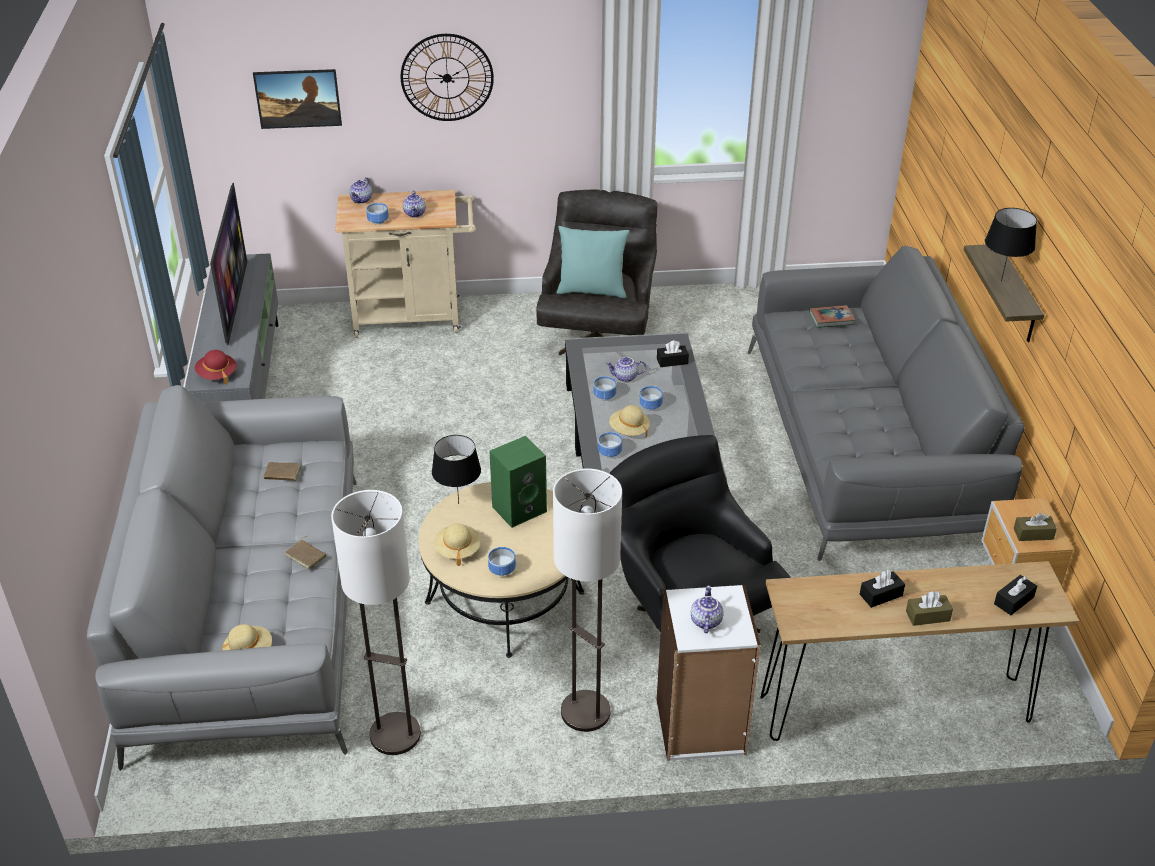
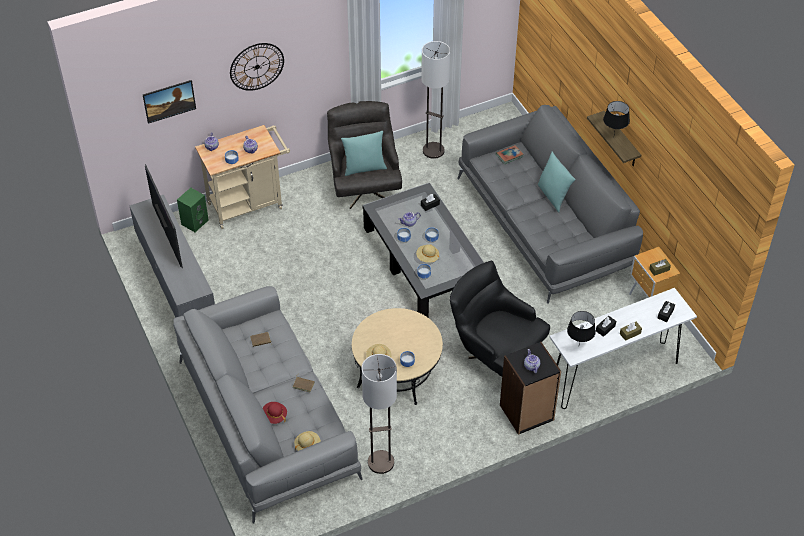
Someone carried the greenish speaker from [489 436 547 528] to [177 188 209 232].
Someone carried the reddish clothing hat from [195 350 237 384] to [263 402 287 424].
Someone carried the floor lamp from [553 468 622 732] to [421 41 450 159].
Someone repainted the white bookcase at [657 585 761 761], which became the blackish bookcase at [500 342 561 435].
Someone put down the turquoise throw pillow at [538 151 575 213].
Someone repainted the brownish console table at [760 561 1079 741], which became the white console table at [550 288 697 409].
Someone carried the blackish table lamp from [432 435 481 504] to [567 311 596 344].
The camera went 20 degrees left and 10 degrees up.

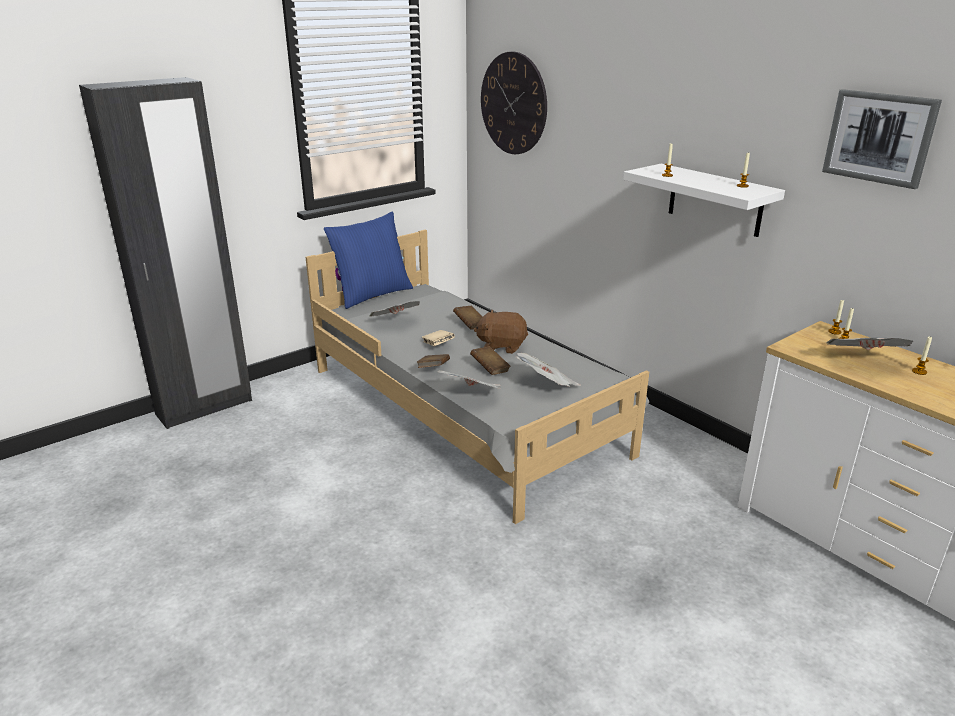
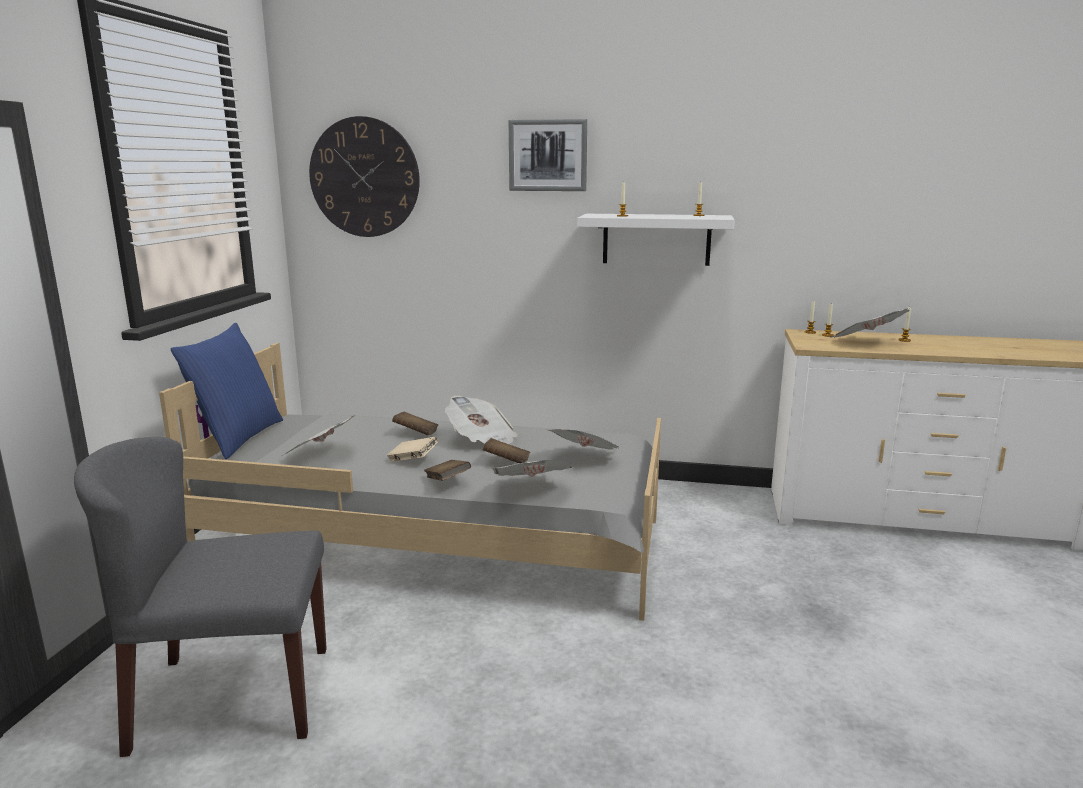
Someone put down the gray chair at [74 436 327 757].
Someone swapped the brownish soft toy at [474 310 528 354] for the printed paper at [445 395 518 444].
Someone carried the picture from [822 89 942 189] to [509 119 587 191].
The camera went 40 degrees left and 10 degrees down.

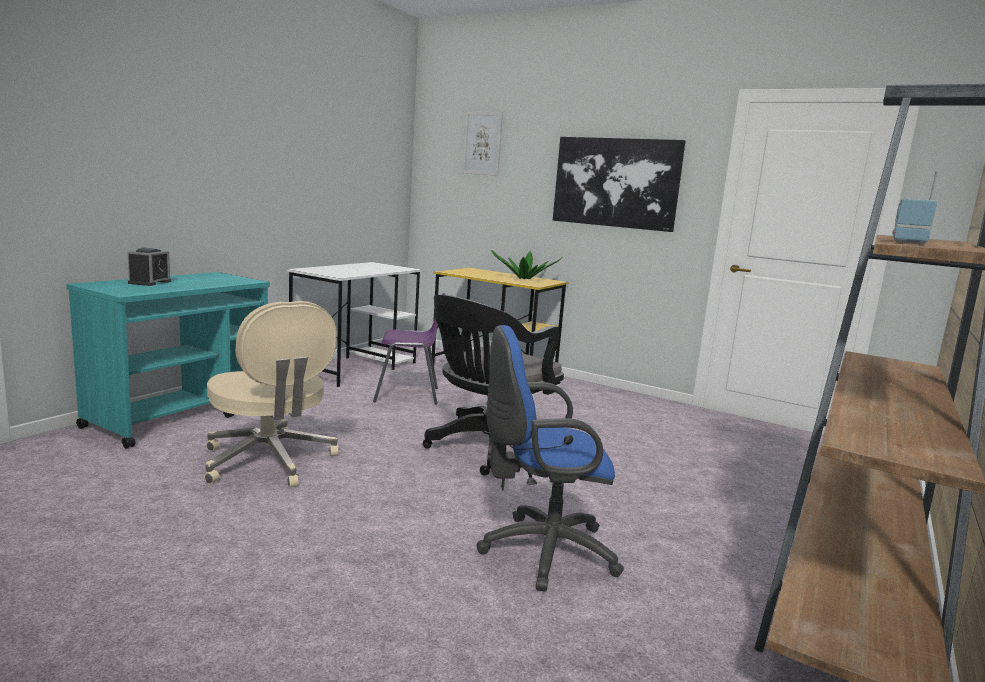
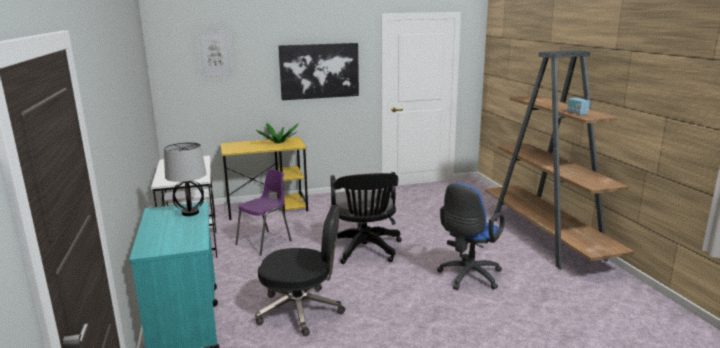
Someone put down the table lamp at [164 142 207 216].
Someone repainted the beige-coloured computer chair at [204 301 339 488], which became the blackish computer chair at [255 205 345 336].
Someone took away the table clock at [128 248 171 286].
The camera went 45 degrees left and 5 degrees up.

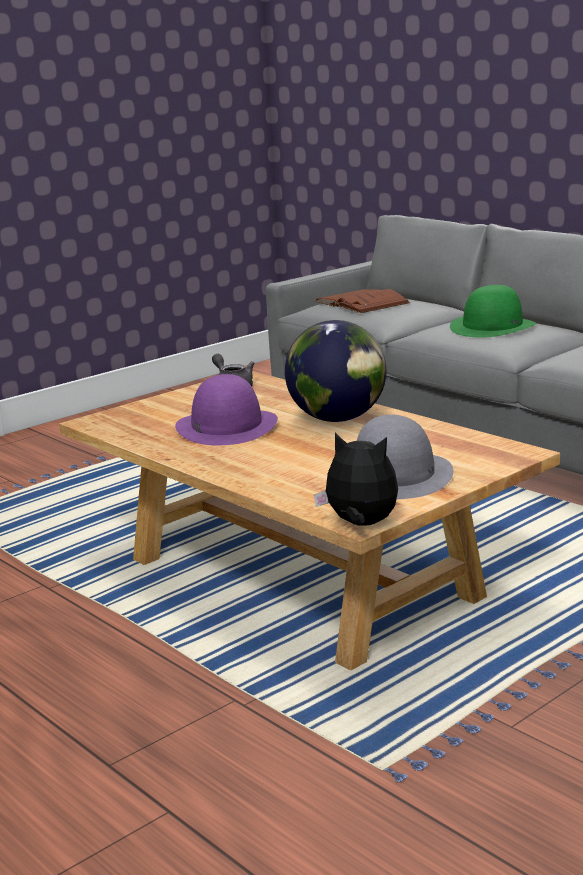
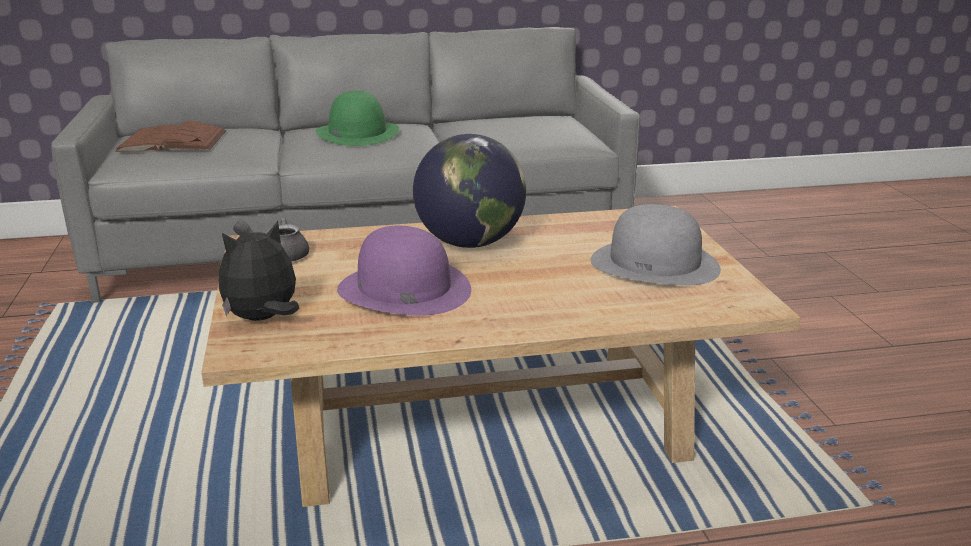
Someone carried the soft toy from [314 432 398 526] to [219 221 299 321].
The camera went 60 degrees left and 5 degrees up.

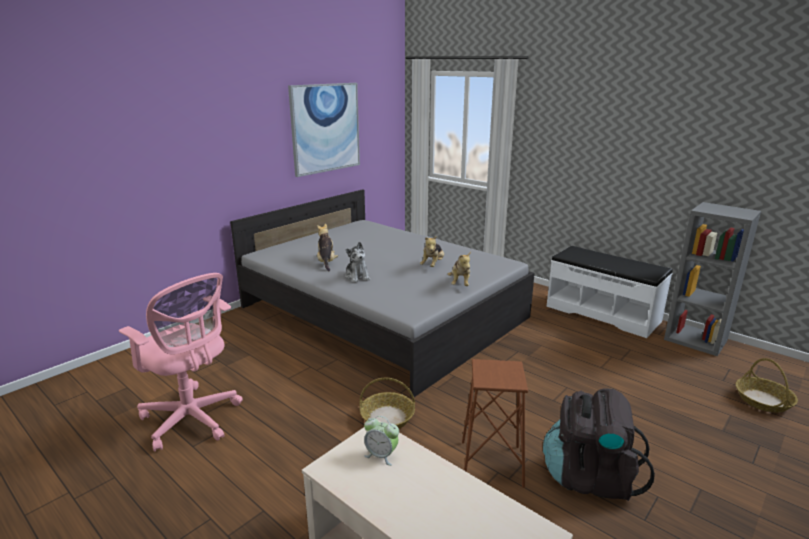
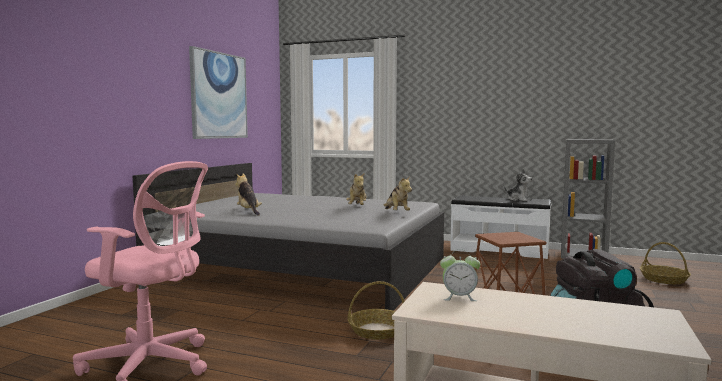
Someone carried the soft toy from [345 242 370 283] to [504 169 532 201].
The camera went 20 degrees left and 15 degrees down.

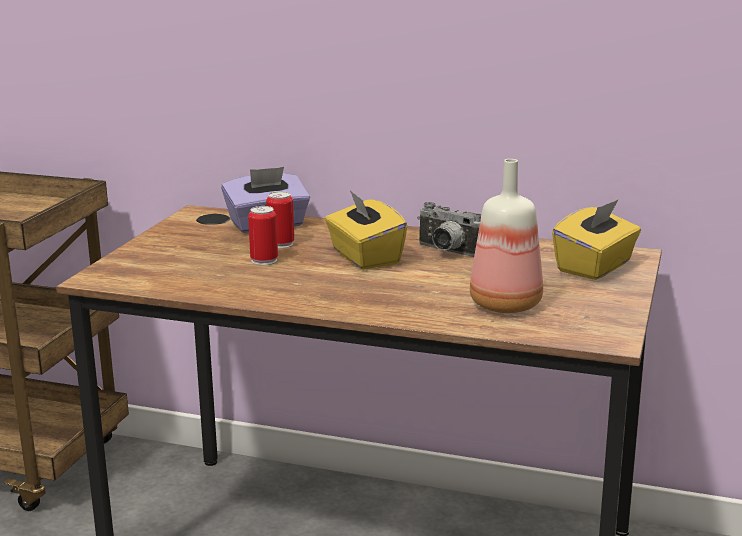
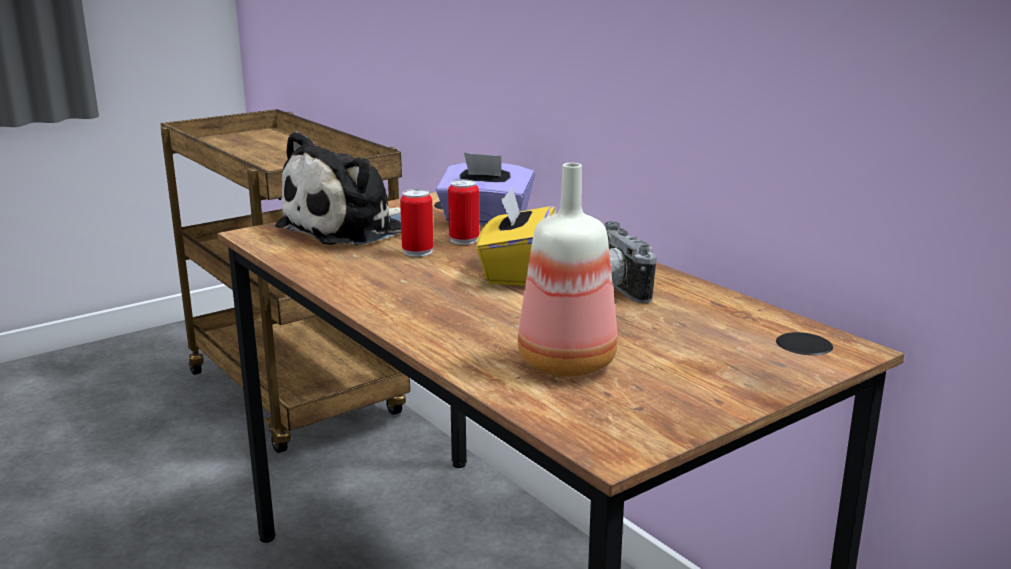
Someone put down the soft toy at [275 131 401 245].
Someone took away the yellow tissue box at [552 199 641 280].
The camera went 35 degrees right and 0 degrees up.

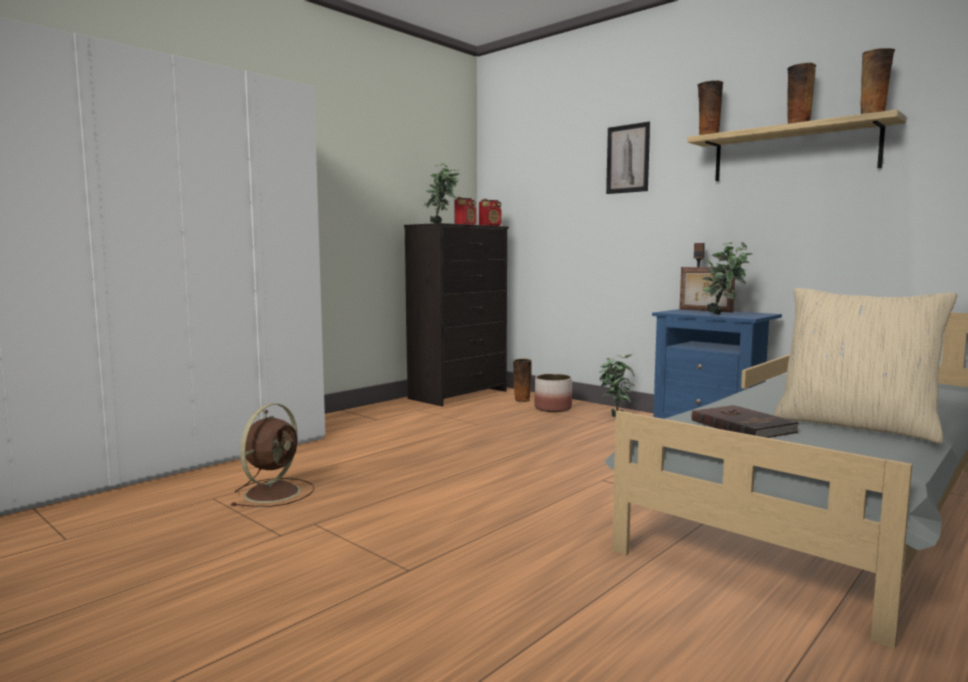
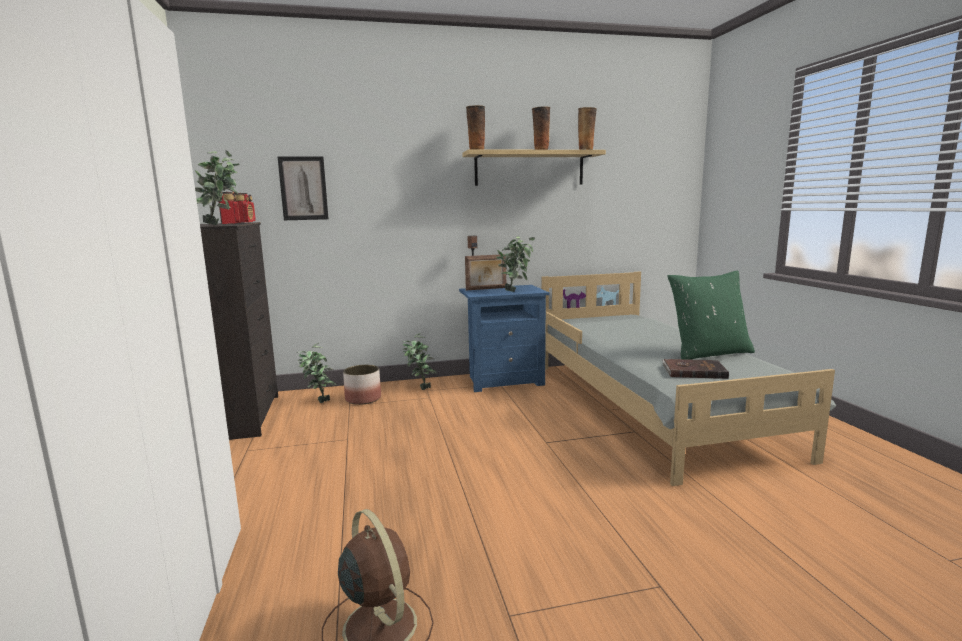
Someone carried the picture from [606 122 650 194] to [277 156 329 220].
Someone swapped the vase at [513 358 532 402] for the houseplant at [298 342 336 403].
Someone repainted the beige-coloured throw pillow at [773 288 957 444], which became the greenish throw pillow at [668 271 755 360].
The camera went 55 degrees left and 5 degrees up.

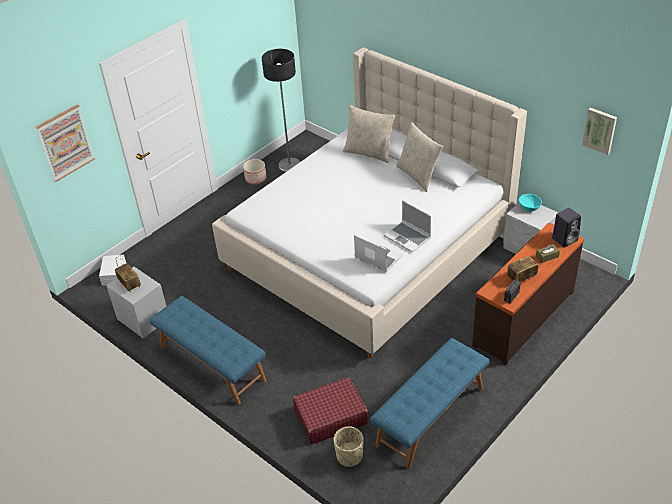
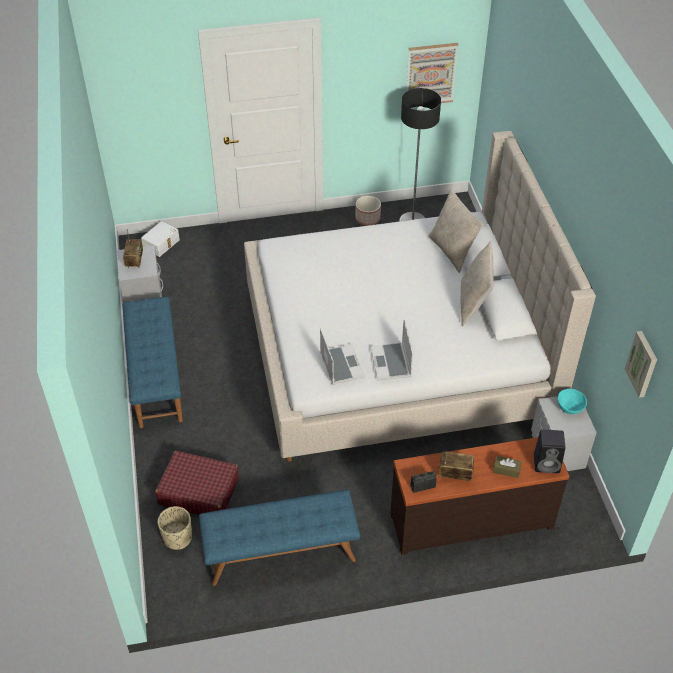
Someone carried the picture from [36 104 95 182] to [406 43 459 103].
The camera went 35 degrees right and 5 degrees up.

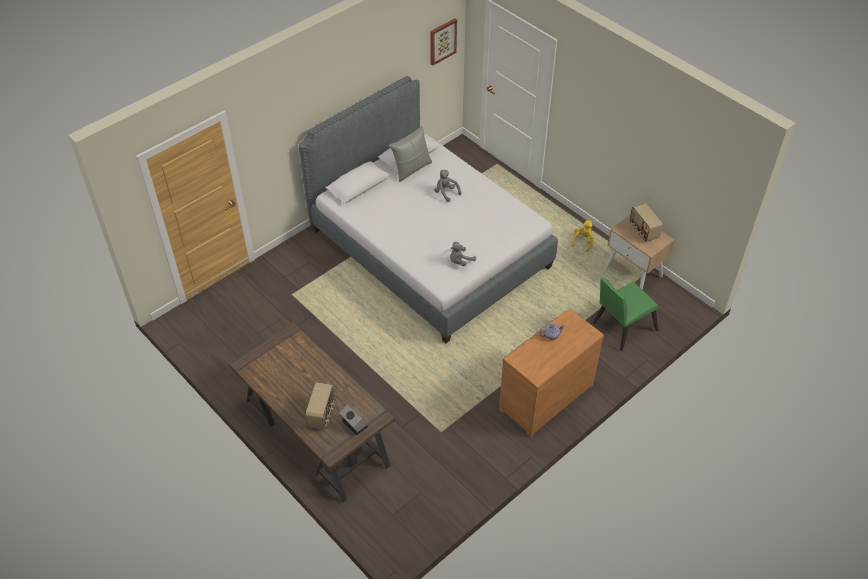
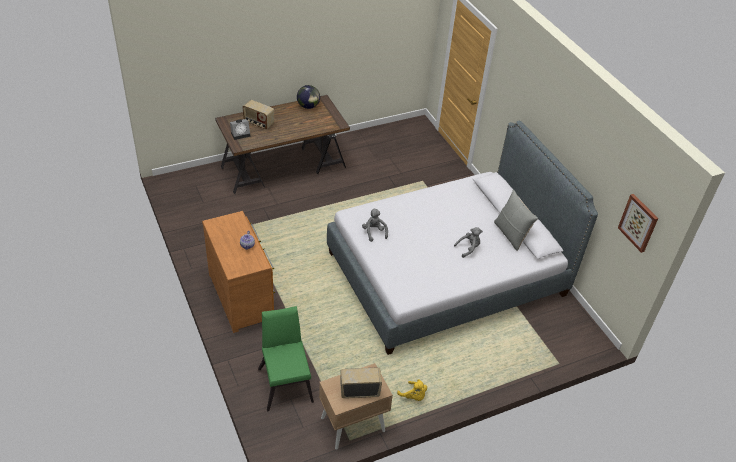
Someone put down the world globe at [297 85 320 109].
The camera went 105 degrees right and 5 degrees down.

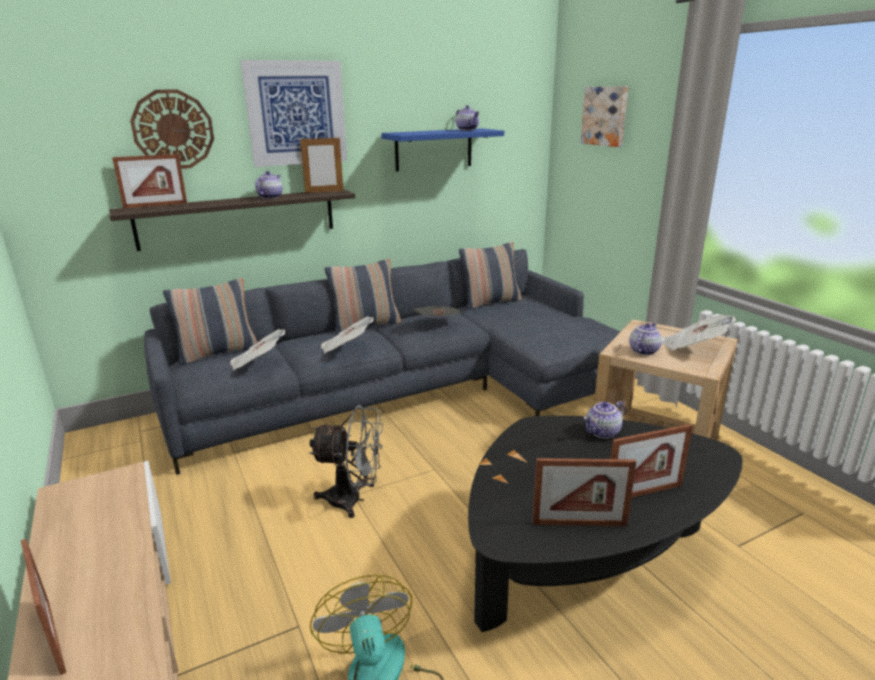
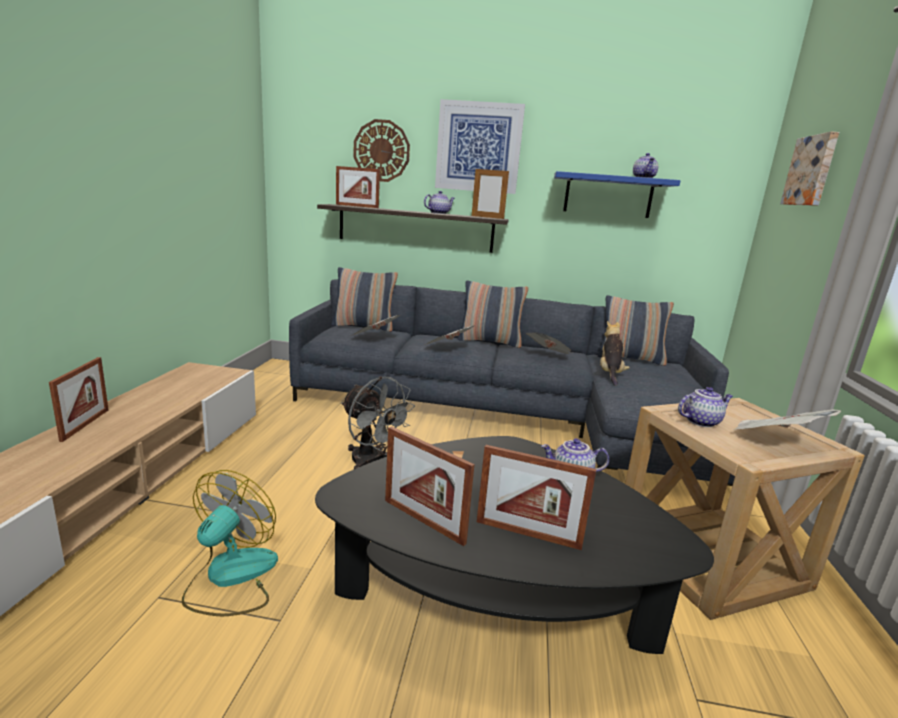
Someone put down the soft toy at [600 321 630 386].
The camera went 35 degrees right and 5 degrees down.

